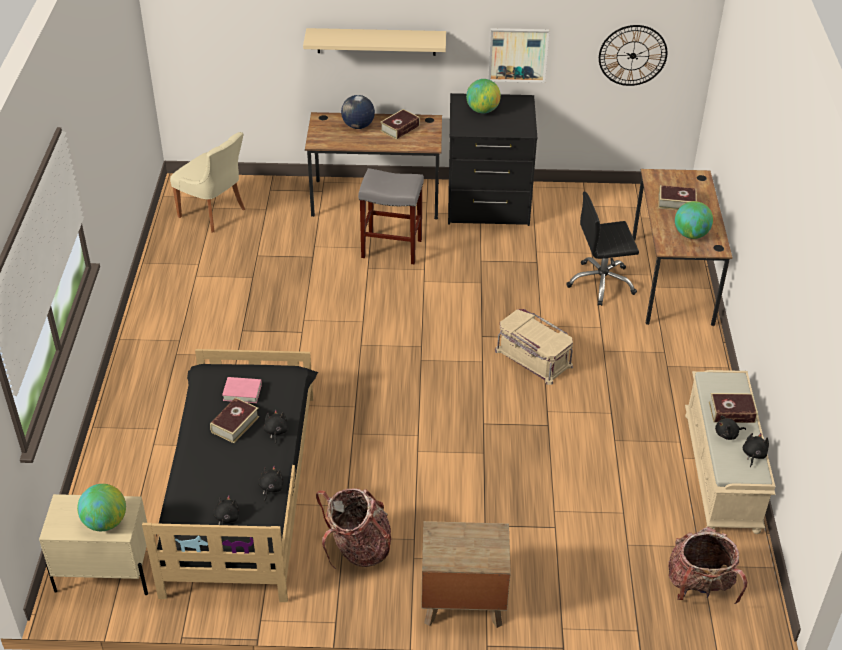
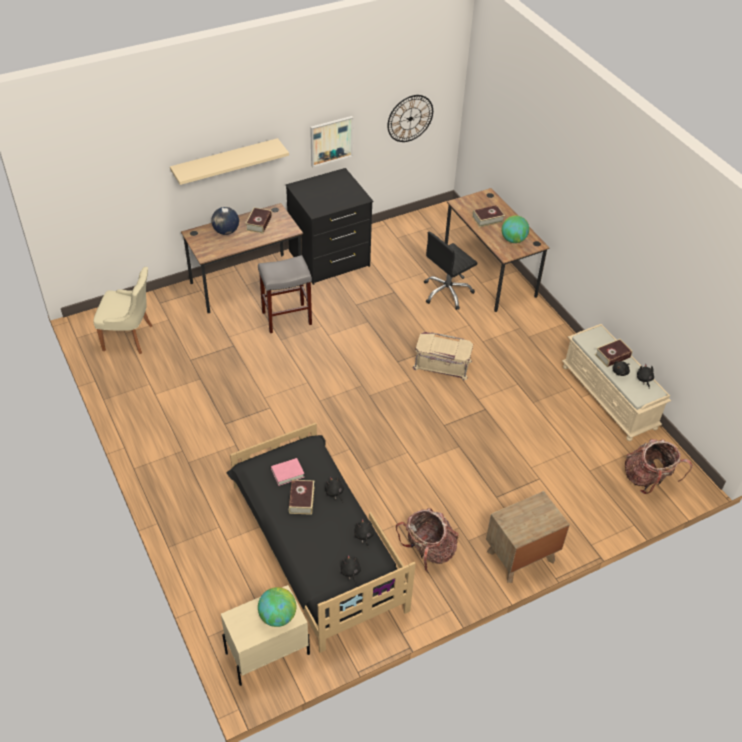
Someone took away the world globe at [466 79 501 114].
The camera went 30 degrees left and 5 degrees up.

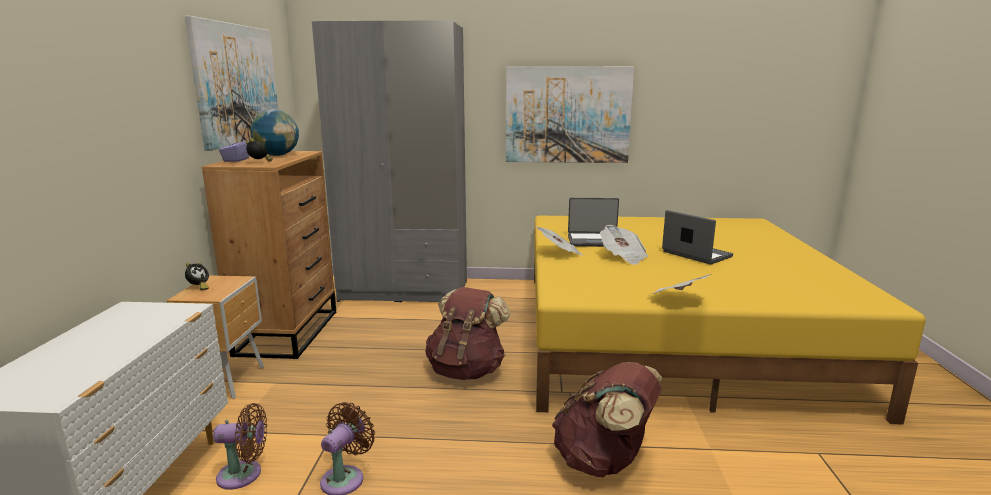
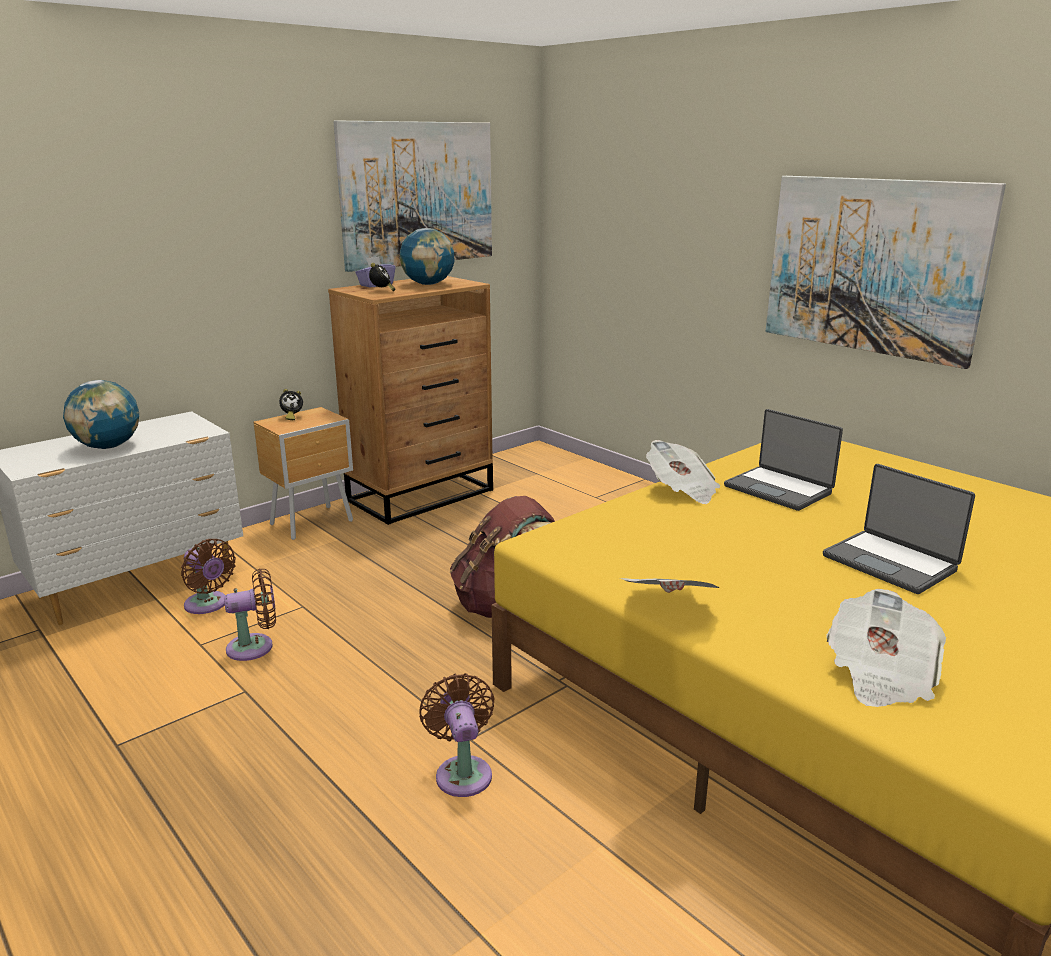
Someone put down the world globe at [63 380 139 449].
Someone swapped the brownish knapsack at [552 362 662 477] for the brownish fan at [419 673 495 797].
Someone rotated the notebook computer at [662 210 733 264] by 135 degrees clockwise.
Someone carried the printed paper from [600 225 648 265] to [826 589 946 707].
Someone took away the gray wardrobe at [312 20 467 302].
The camera went 45 degrees right and 5 degrees up.

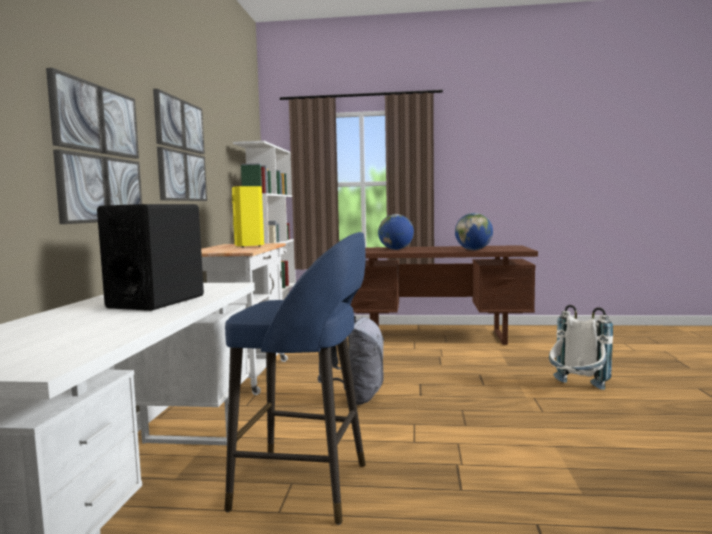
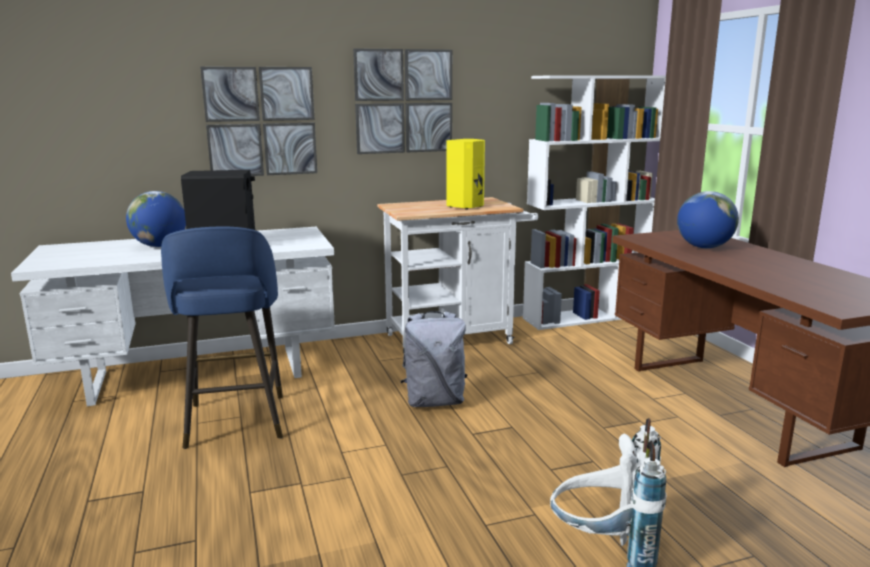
Someone carried the world globe from [455 213 493 250] to [126 191 186 247].
The camera went 65 degrees right and 10 degrees up.

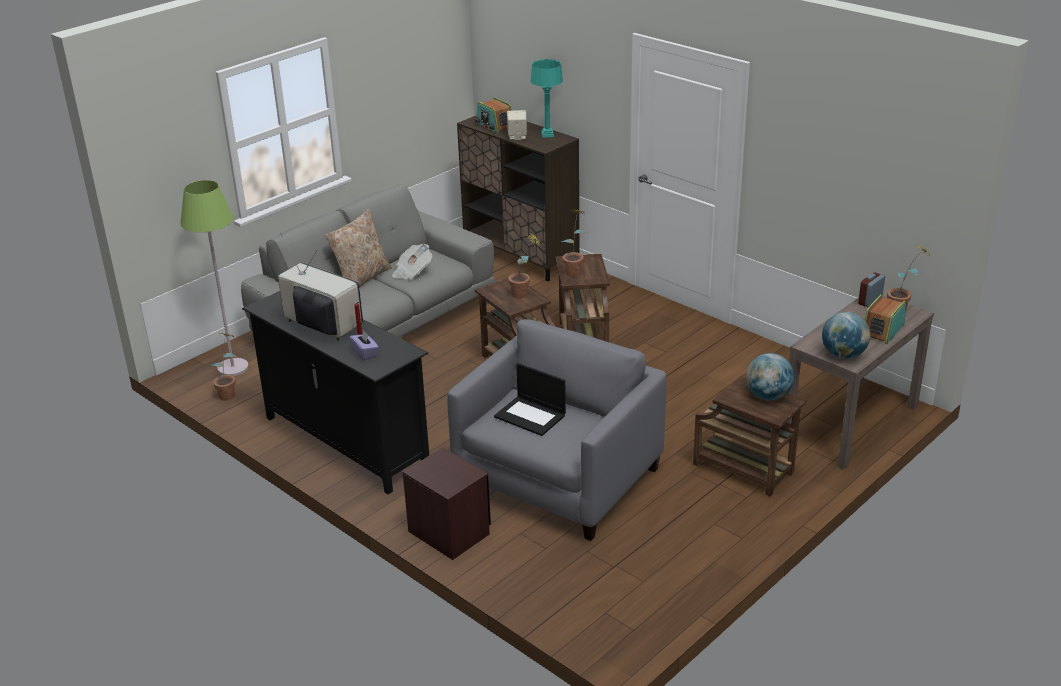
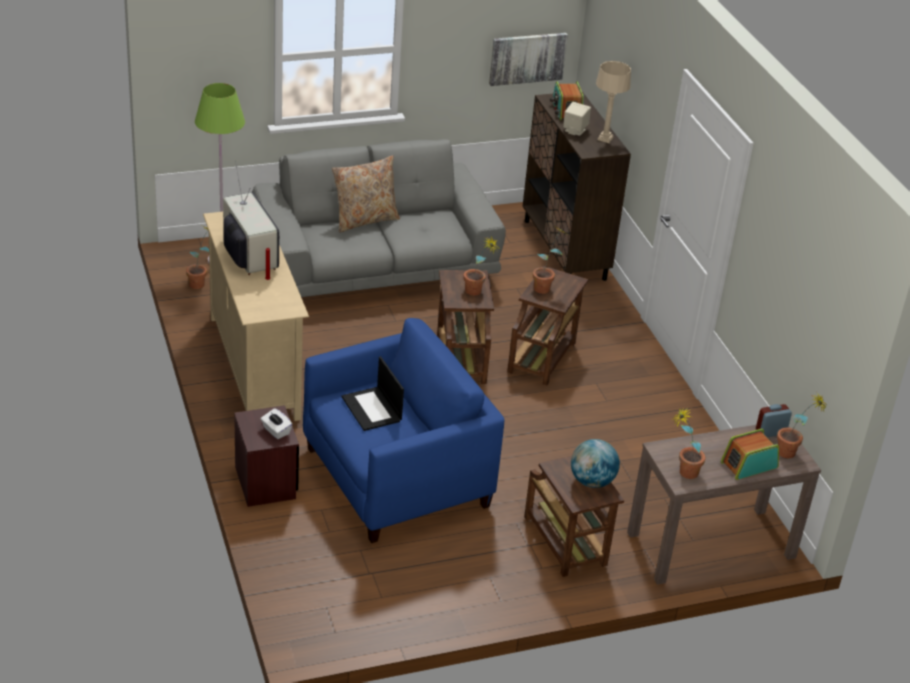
Someone repainted the blackish tv stand at [242 291 429 494], which became the beige-coloured tv stand at [203 212 309 421].
Someone put down the white tissue box at [261 408 292 439].
Someone repainted the gray easy chair at [447 319 666 541], which became the blue easy chair at [303 318 504 543].
Someone put up the picture at [489 33 568 86].
Someone repainted the turquoise table lamp at [531 59 563 138], which became the beige-coloured table lamp at [596 61 631 143].
Someone swapped the world globe at [822 312 871 359] for the houseplant at [673 408 706 479].
Someone took away the purple-coloured tissue box at [349 330 379 361].
Someone took away the printed paper at [392 244 432 280].
The camera went 25 degrees right and 5 degrees up.

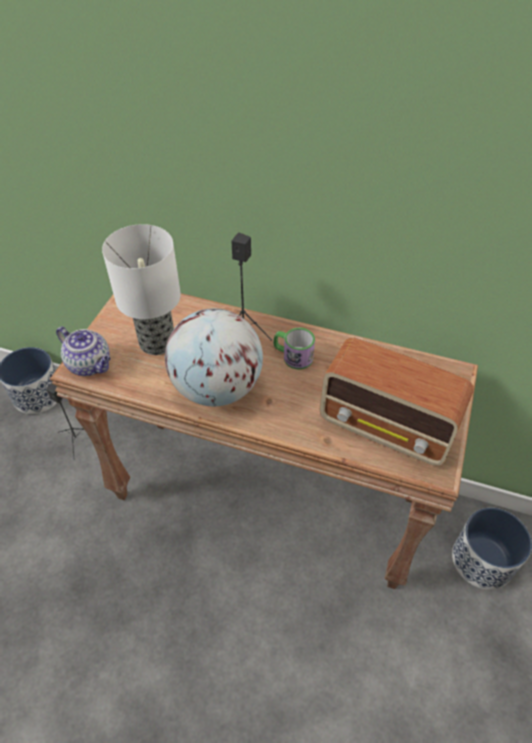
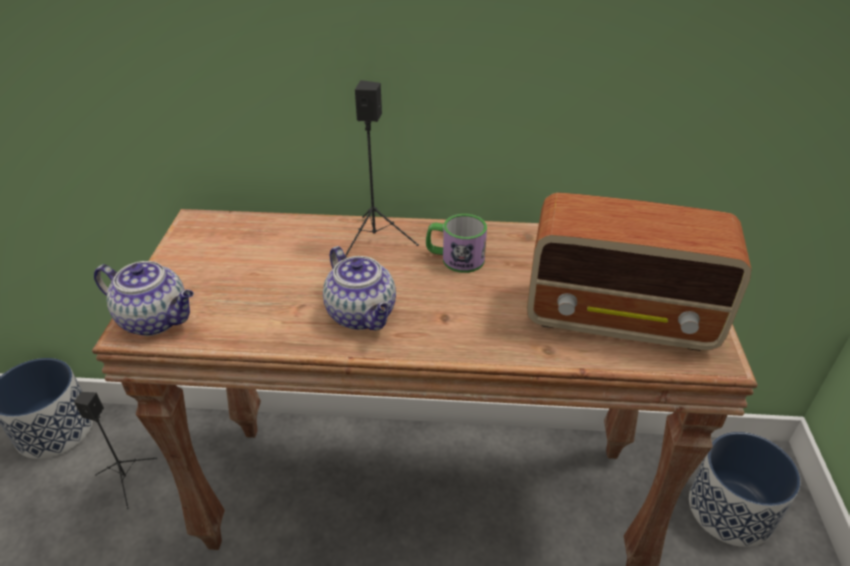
Someone swapped the world globe at [165 308 263 406] for the pot for tea at [323 246 396 330].
Someone took away the table lamp at [102 224 181 355].
The camera went 15 degrees left and 10 degrees down.

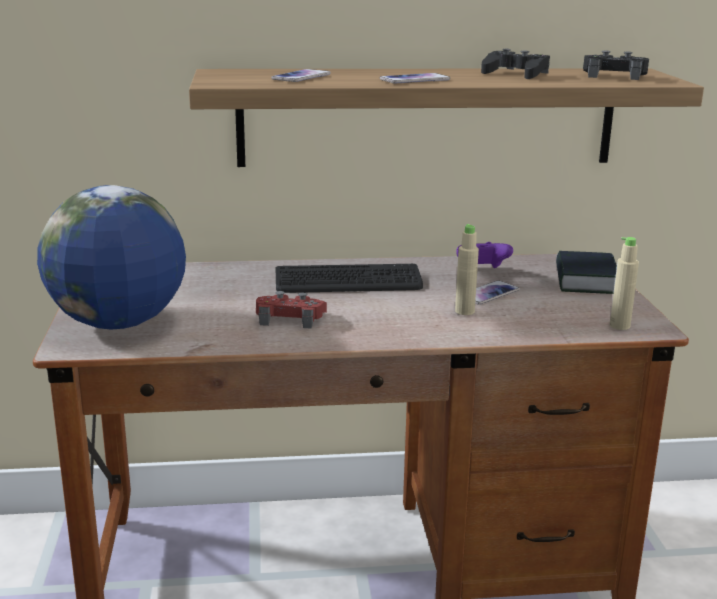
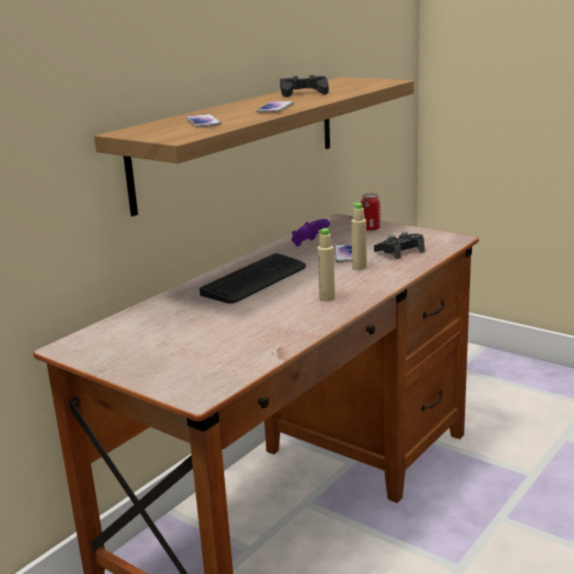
Someone carried the beige-coloured drink bottle from [610 237 639 330] to [317 228 335 302].
Someone swapped the book at [556 251 617 294] for the can at [361 193 380 231].
Someone carried the blackish joypad from [583 50 649 80] to [374 232 424 259].
Someone took away the world globe at [37 185 186 329].
Someone took away the reddish joypad at [256 291 327 329].
The camera went 45 degrees left and 0 degrees up.

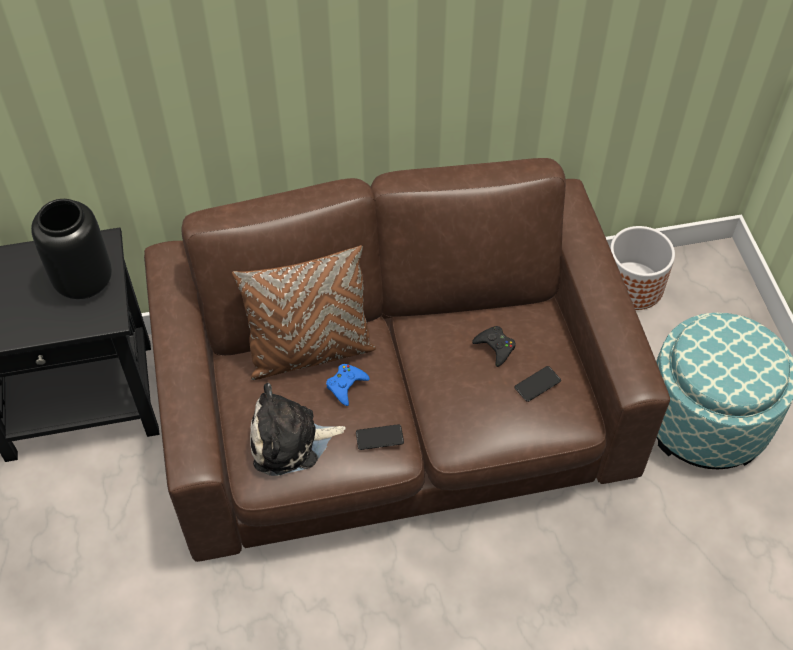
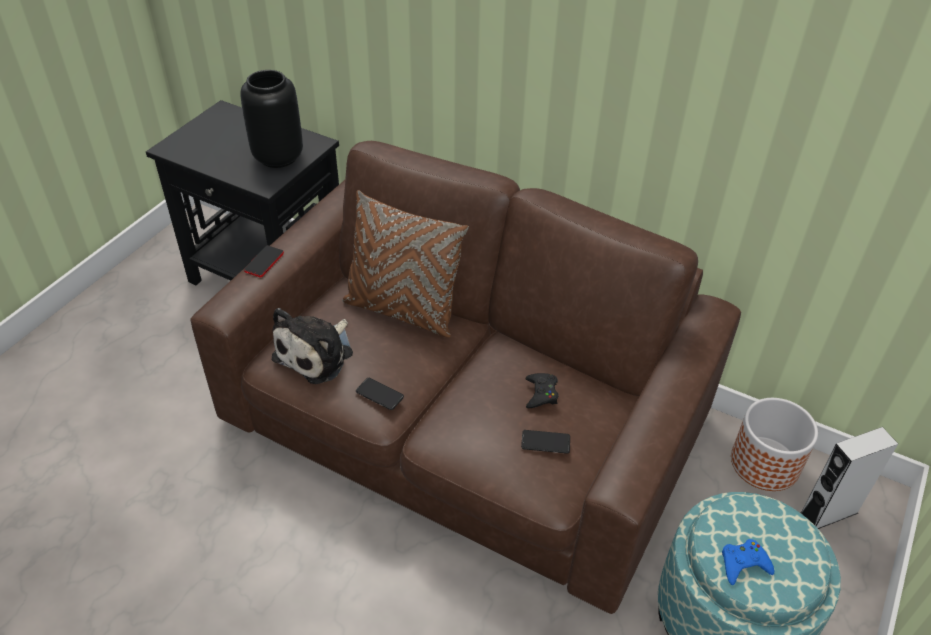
Someone put down the handset at [244 246 284 277].
Someone rotated the soft toy at [250 383 346 476] by 90 degrees counterclockwise.
Someone carried the blue joypad from [326 364 370 406] to [722 539 774 585].
Someone put down the gray speaker at [801 427 898 529].
The camera went 40 degrees right and 10 degrees down.

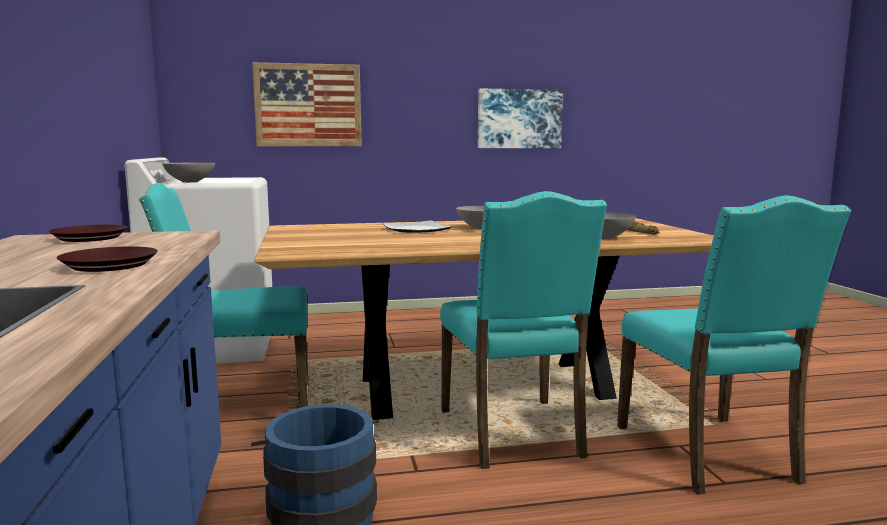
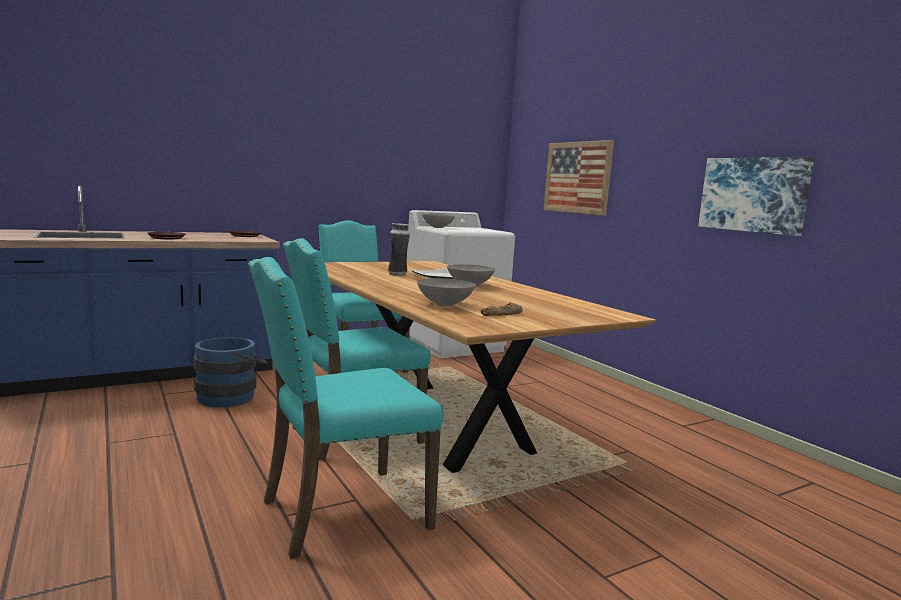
Someone put down the vase at [388 223 410 276].
The camera went 70 degrees right and 0 degrees up.

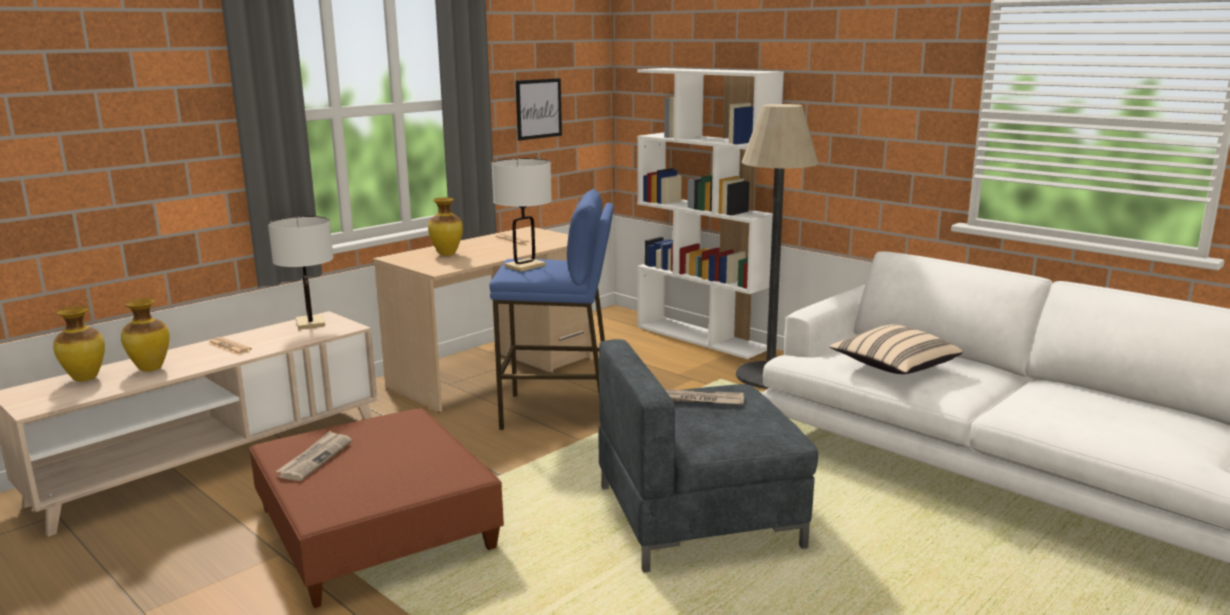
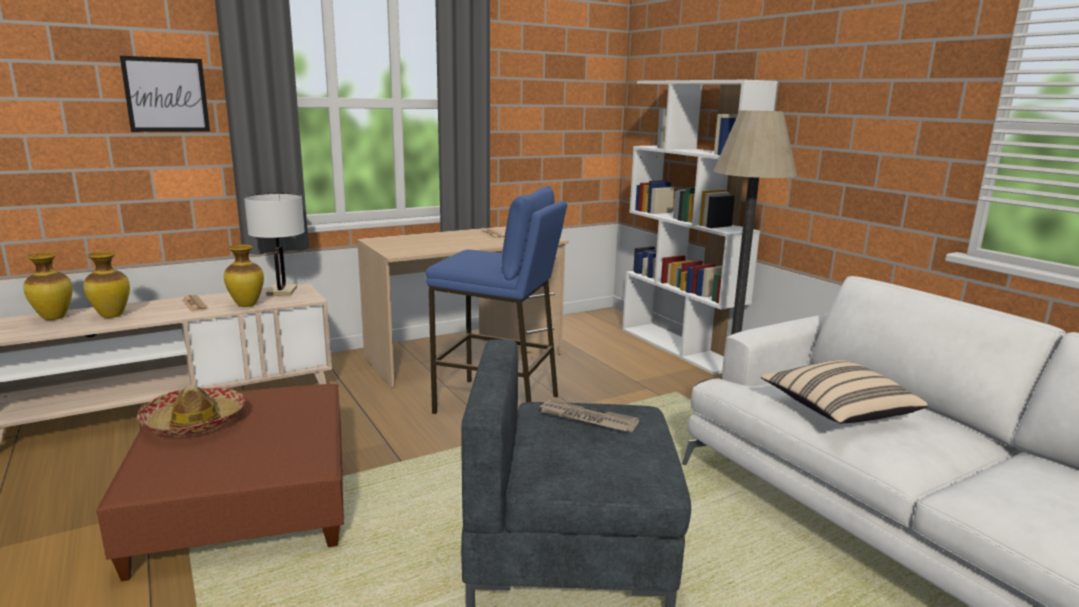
Someone carried the picture from [516 78 562 140] to [120 56 210 132].
Someone swapped the printed paper at [276 431 352 481] for the clothing hat at [137 386 245 435].
Someone carried the vase from [428 197 463 256] to [224 245 264 307].
Someone took away the white table lamp at [492 158 552 272].
The camera went 15 degrees right and 0 degrees up.

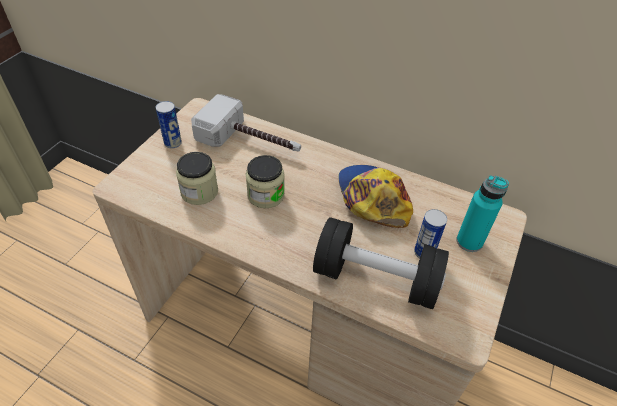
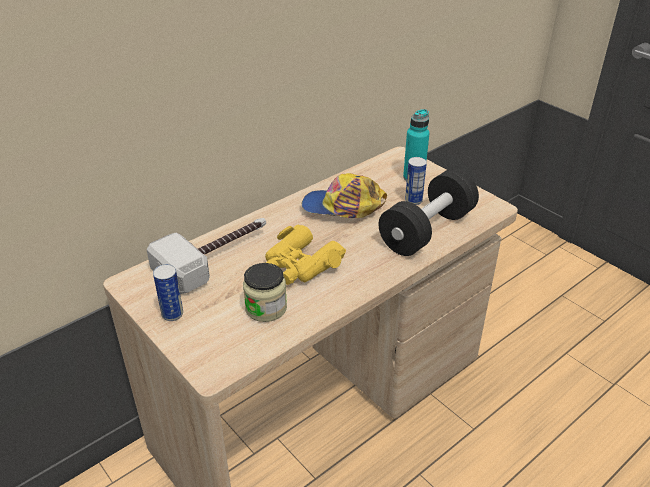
Someone swapped the jar at [246 155 285 208] for the yellow binoculars at [265 224 346 285].
The camera went 65 degrees left and 10 degrees down.

